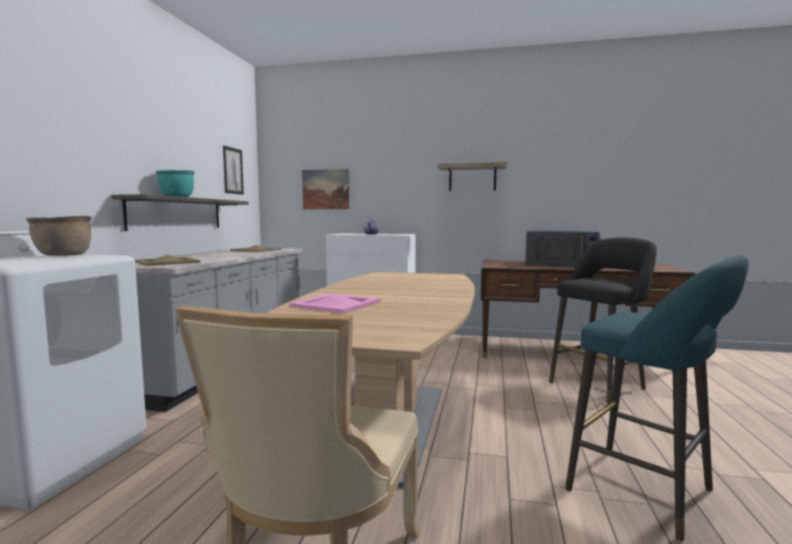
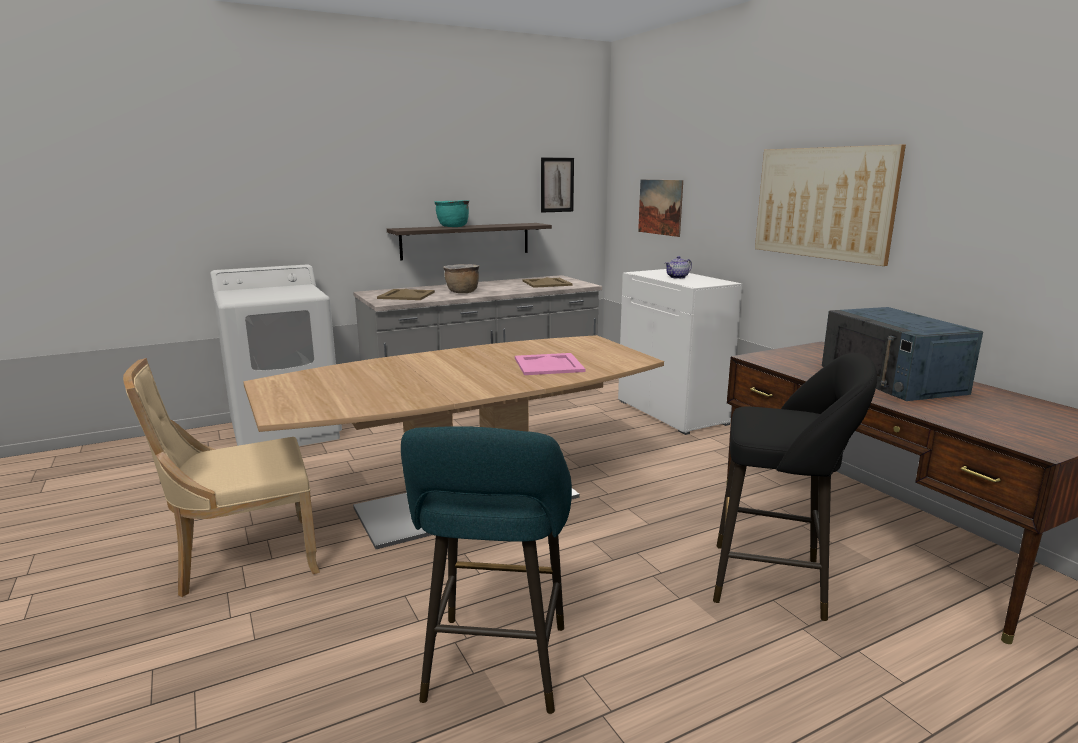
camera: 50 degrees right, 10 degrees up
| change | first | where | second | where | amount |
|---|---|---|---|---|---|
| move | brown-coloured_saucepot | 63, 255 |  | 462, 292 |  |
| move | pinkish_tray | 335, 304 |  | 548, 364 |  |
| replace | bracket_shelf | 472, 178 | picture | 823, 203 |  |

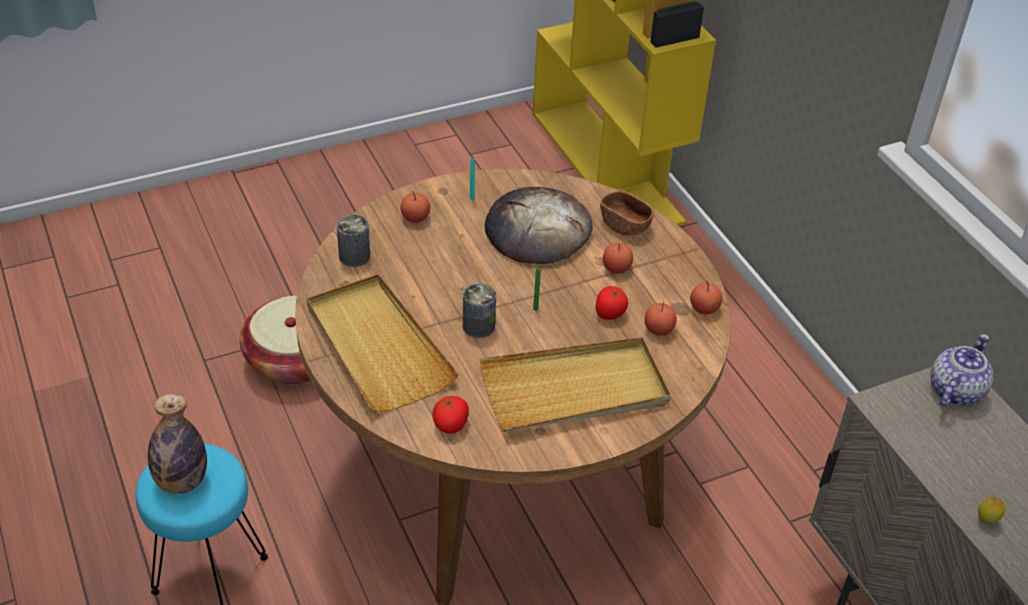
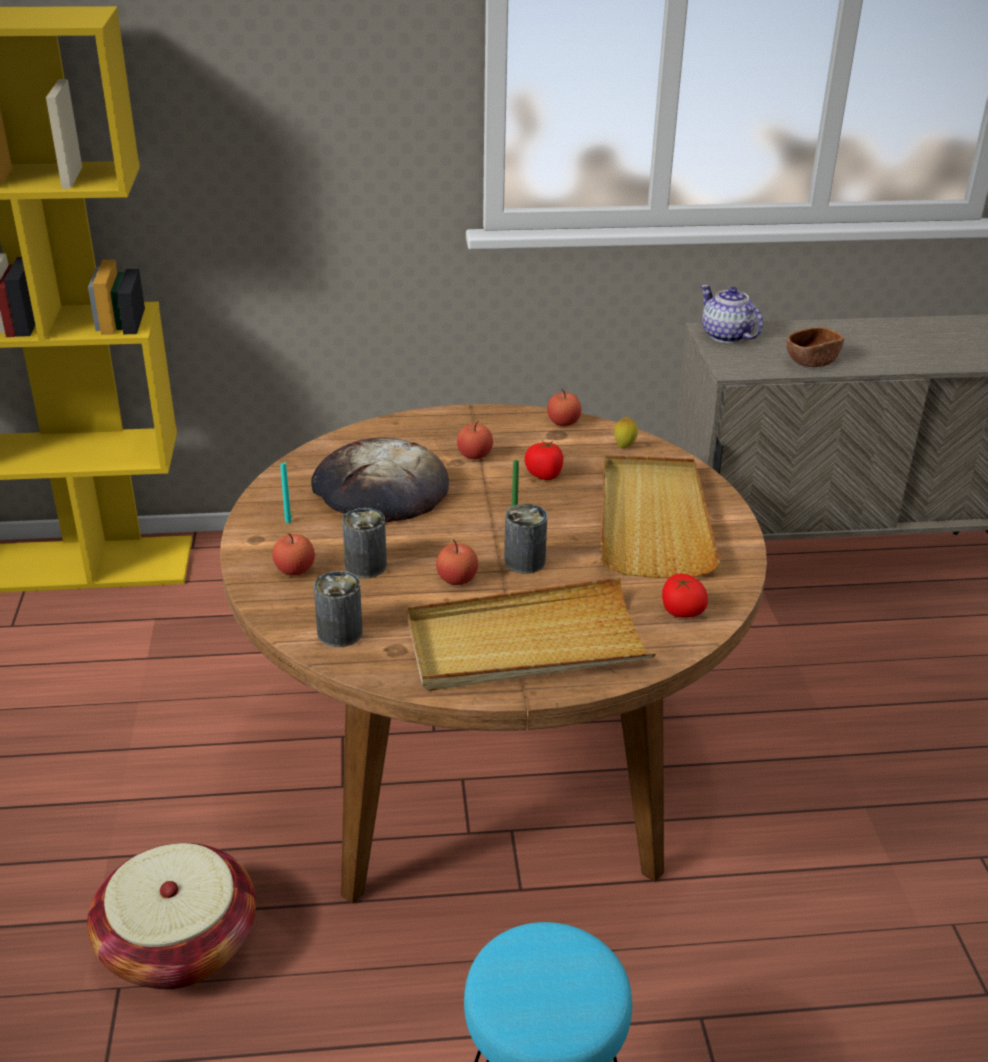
camera: 70 degrees left, 10 degrees down
| change | first | where | second | where | amount |
|---|---|---|---|---|---|
| delete | beverage_bottle | 181, 481 |  |  |  |
| insert |  |  | can | 365, 566 |  |
| move | brown-coloured_deep_dish | 624, 225 |  | 811, 361 |  |
| move | apple_fruit | 658, 329 |  | 457, 579 |  |
| move | whole_lemon | 986, 521 |  | 624, 446 |  |

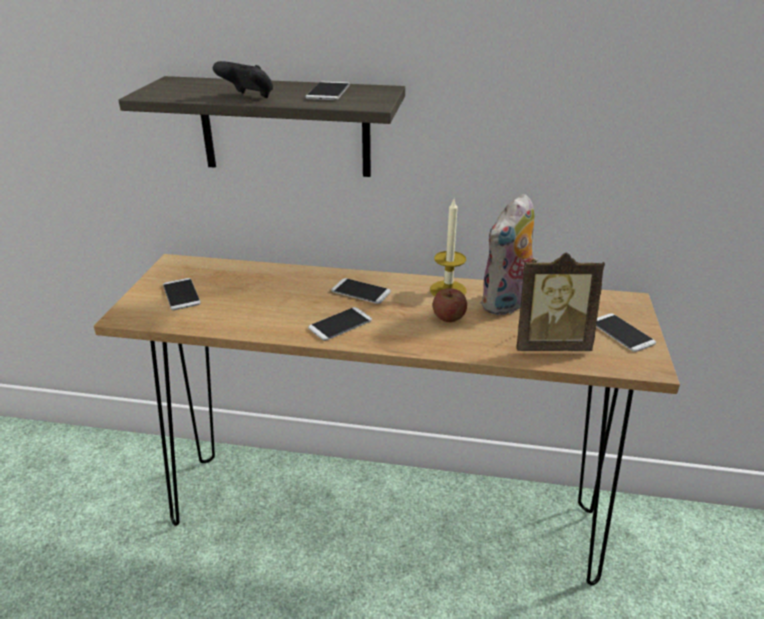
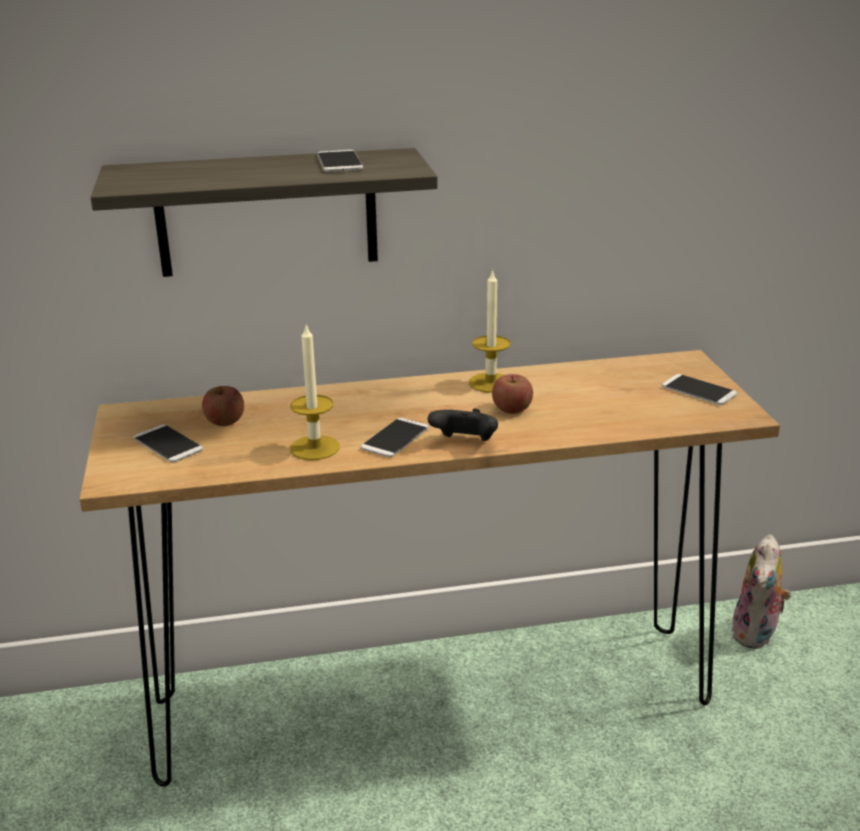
camera: 20 degrees left, 5 degrees down
| change | first | where | second | where | amount |
|---|---|---|---|---|---|
| delete | phone | 361, 291 |  |  |  |
| delete | standing_frame | 550, 344 |  |  |  |
| insert |  |  | apple_fruit | 225, 421 |  |
| insert |  |  | wax_light | 315, 448 |  |
| move | blackish_game_controller | 248, 97 |  | 465, 443 |  |
| move | soft_toy | 507, 305 |  | 757, 634 |  |

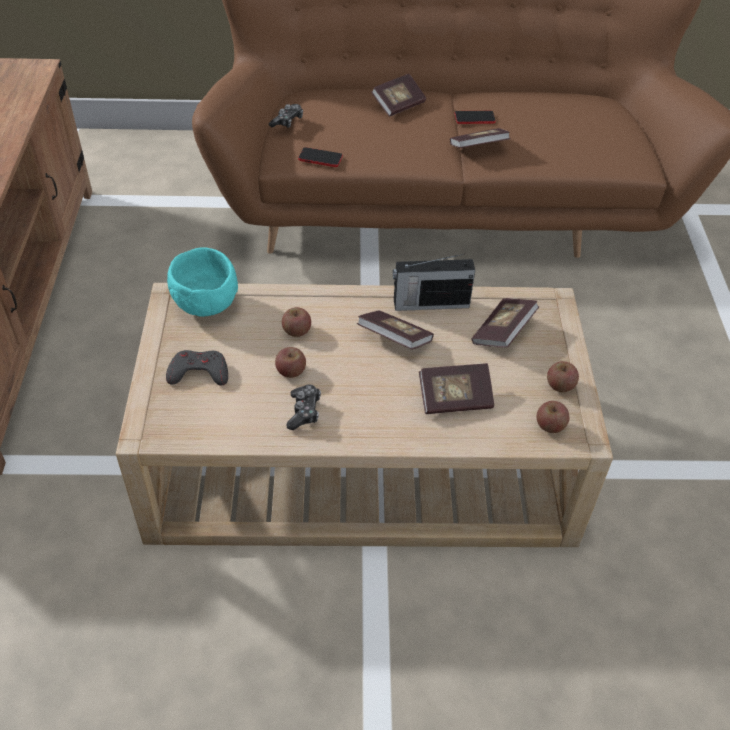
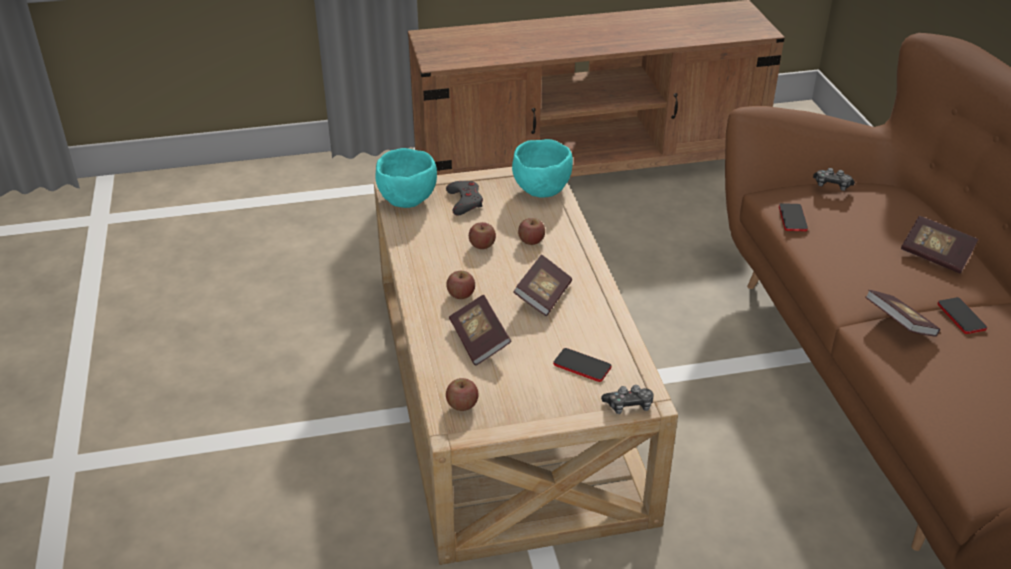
camera: 80 degrees right, 10 degrees down
| change | first | where | second | where | amount |
|---|---|---|---|---|---|
| delete | radio_receiver | 429, 303 |  |  |  |
| insert |  |  | turquoise-coloured_deep_dish | 408, 198 |  |
| move | game_controller | 304, 411 |  | 629, 405 |  |
| move | apple_fruit | 560, 385 |  | 461, 294 |  |
| replace | bound_book | 503, 332 | phone | 582, 366 |  |

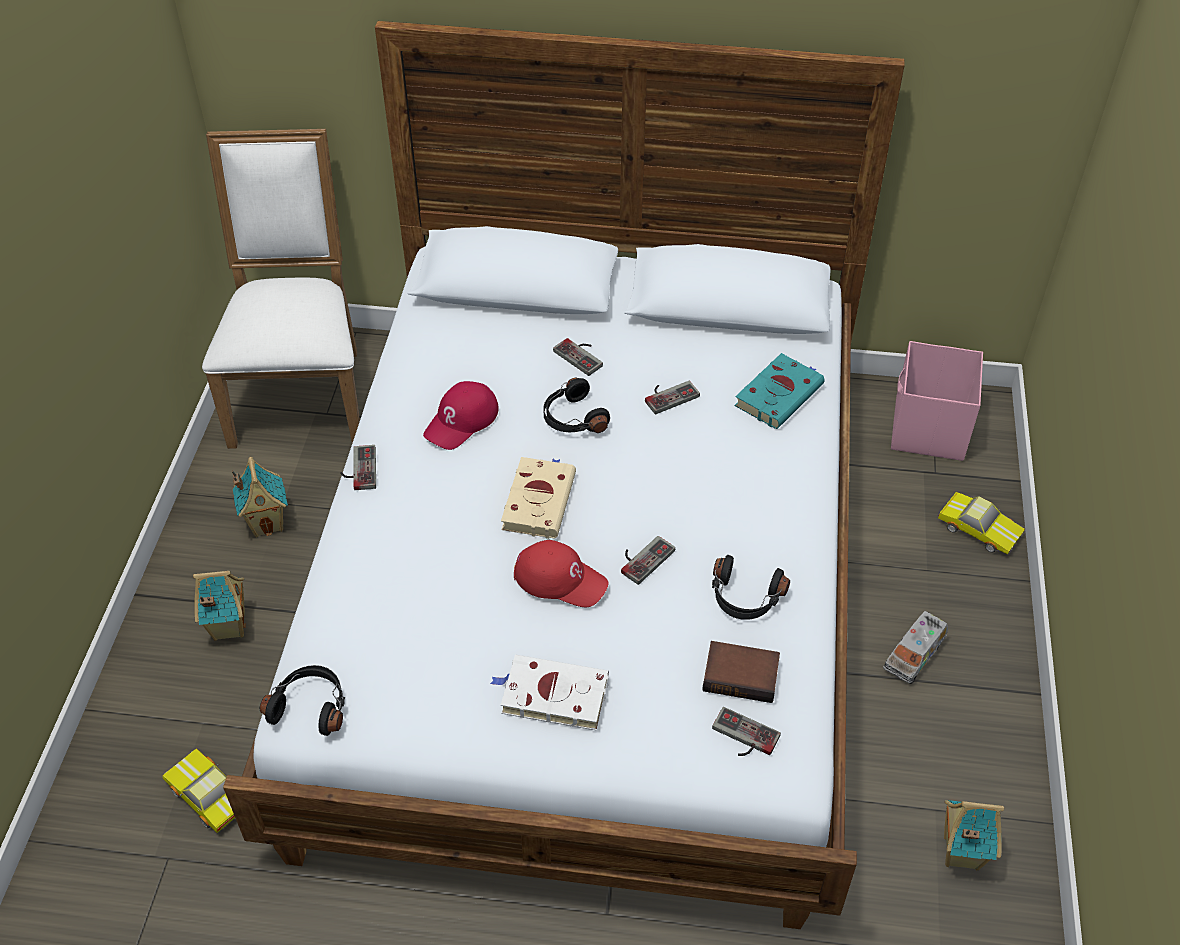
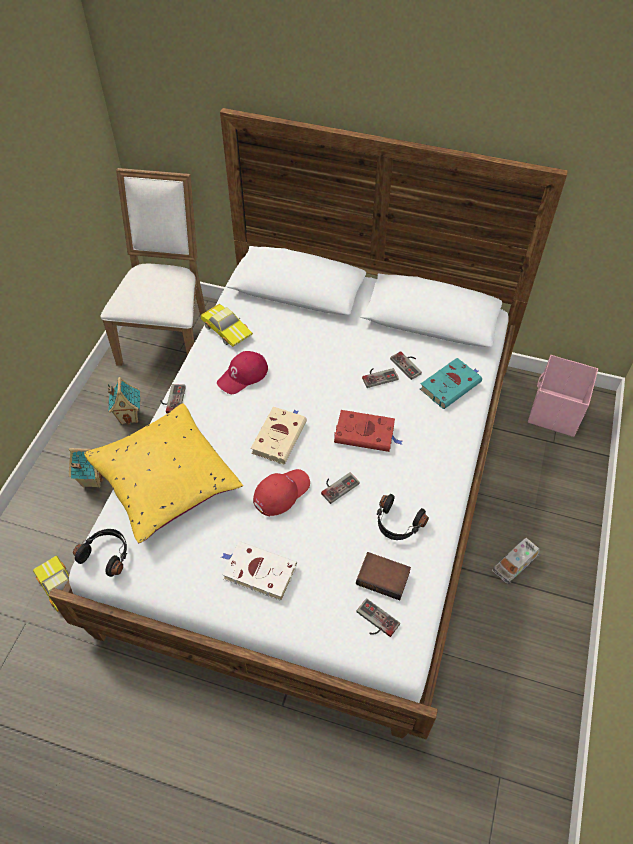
camera: 10 degrees right, 5 degrees up
| change | first | where | second | where | amount |
|---|---|---|---|---|---|
| delete | blackish_headset | 573, 418 |  |  |  |
| delete | toy_house | 960, 852 |  |  |  |
| insert |  |  | yellow-coloured_throw_pillow | 166, 480 |  |
| insert |  |  | red-coloured_bound_book | 366, 434 |  |
| move | game_controller | 582, 355 |  | 409, 364 |  |
| move | toy_car | 979, 528 |  | 227, 329 |  |
| rotate | red-coloured_peaked_cap | 560, 579 |  | 281, 492 | 75 degrees counterclockwise |

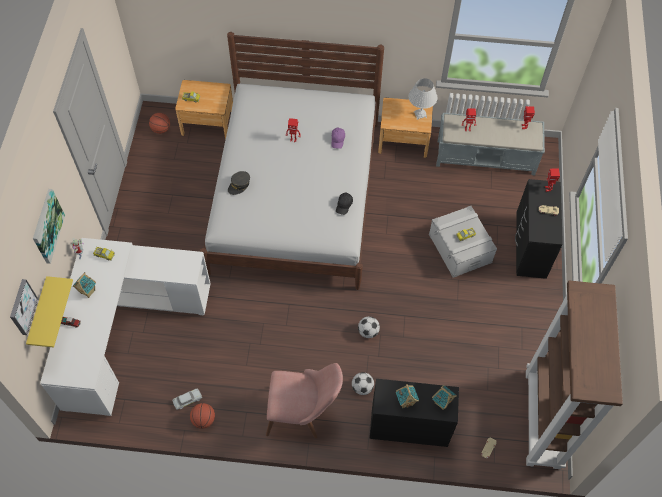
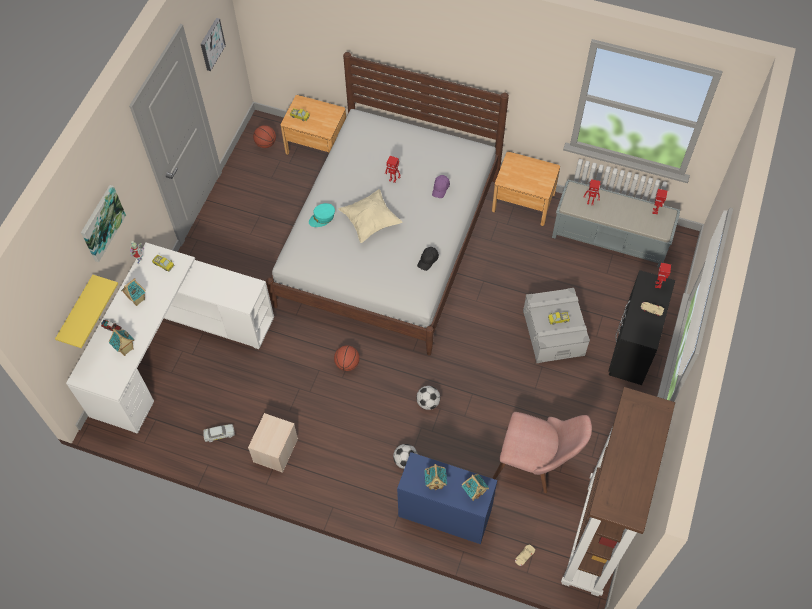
camera: 15 degrees right, 0 degrees up
| change | first | where | second | where | amount |
|---|---|---|---|---|---|
| delete | white_lamp_for_a_table | 420, 114 |  |  |  |
| insert |  |  | toy_house | 125, 349 |  |
| insert |  |  | beige-coloured_storage_box | 276, 450 |  |
| insert |  |  | beige-coloured_throw_pillow | 370, 222 |  |
| move | picture | 22, 307 |  | 211, 44 |  |
| move | basketball_ball | 204, 420 |  | 347, 364 |  |
| move | pinkish_plain_chair | 303, 412 |  | 536, 463 |  |
| recolor | gray_peaked_cap | 239, 185 | turquoise-coloured_peaked_cap | 322, 218 |  |
| recolor | blackish_dresser | 409, 425 | bluish_dresser | 444, 512 |  |

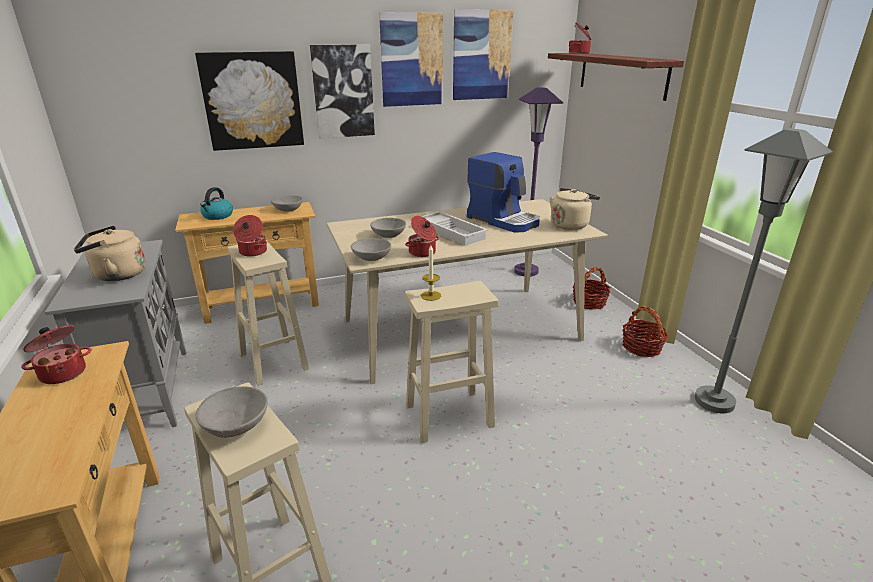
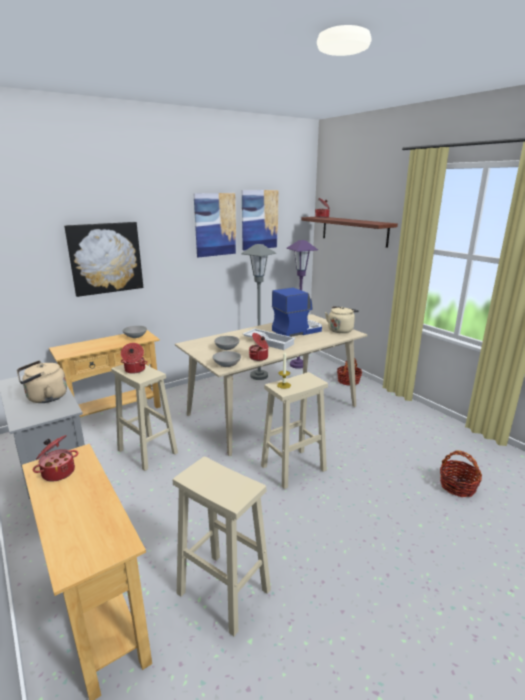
camera: 15 degrees left, 5 degrees down
| change | first | where | second | where | amount |
|---|---|---|---|---|---|
| delete | gray_deep_dish | 235, 426 |  |  |  |
| delete | kettle | 217, 216 |  |  |  |
| delete | picture | 343, 91 |  |  |  |
| move | household_basket | 641, 347 |  | 457, 486 |  |
| move | gray_standard_lamp | 714, 401 |  | 259, 376 |  |
| rotate | coffee_maker | 503, 220 |  | 297, 330 | 60 degrees counterclockwise |

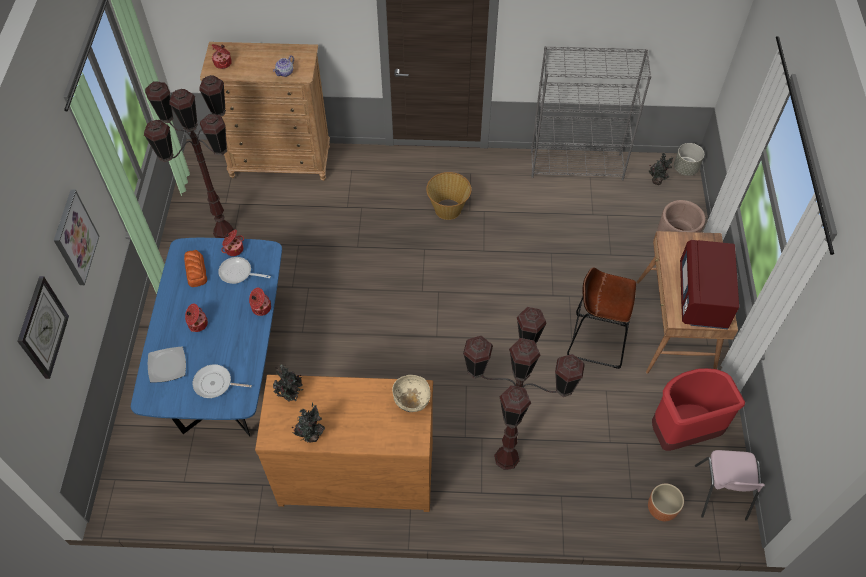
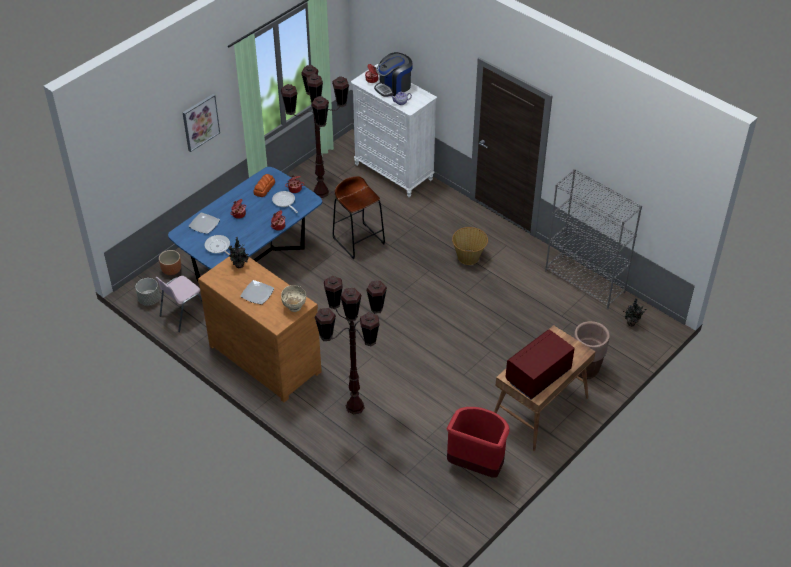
camera: 40 degrees right, 10 degrees down
| change | first | where | second | where | amount |
|---|---|---|---|---|---|
| delete | wall_clock | 42, 328 |  |  |  |
| delete | houseplant | 311, 435 |  |  |  |
| insert |  |  | plate | 257, 293 |  |
| insert |  |  | coffee_maker | 394, 87 |  |
| move | brown-coloured_stool | 597, 340 |  | 358, 240 |  |
| move | brown-coloured_planter | 661, 509 |  | 171, 270 |  |
| move | gray_planter | 685, 168 |  | 149, 300 |  |
| move | pinkish_plain_chair | 720, 493 |  | 183, 314 |  |
| recolor | brown-coloured_dresser | 281, 162 | white_dresser | 394, 172 |  |

